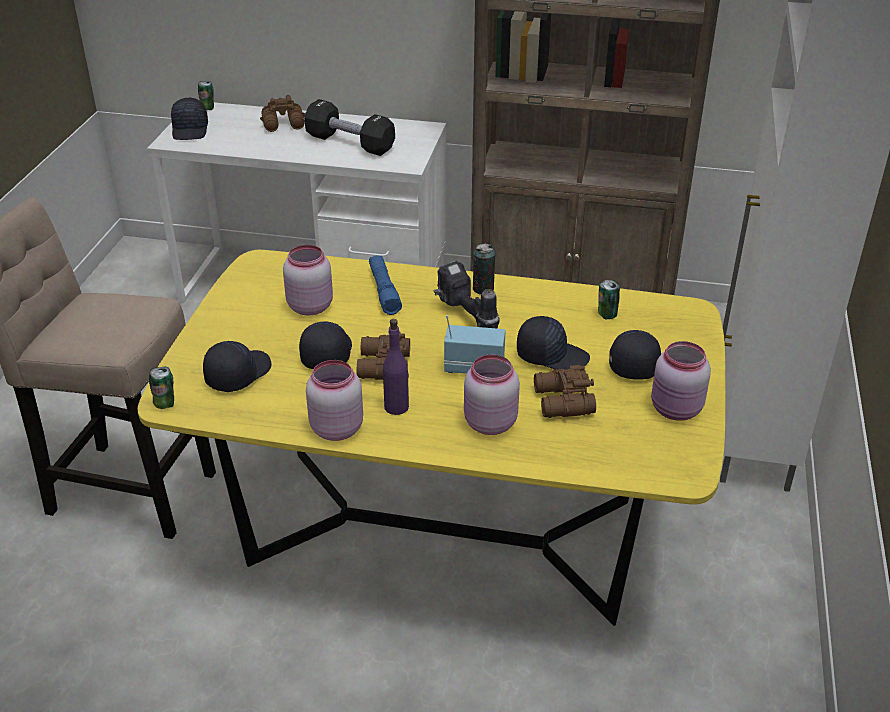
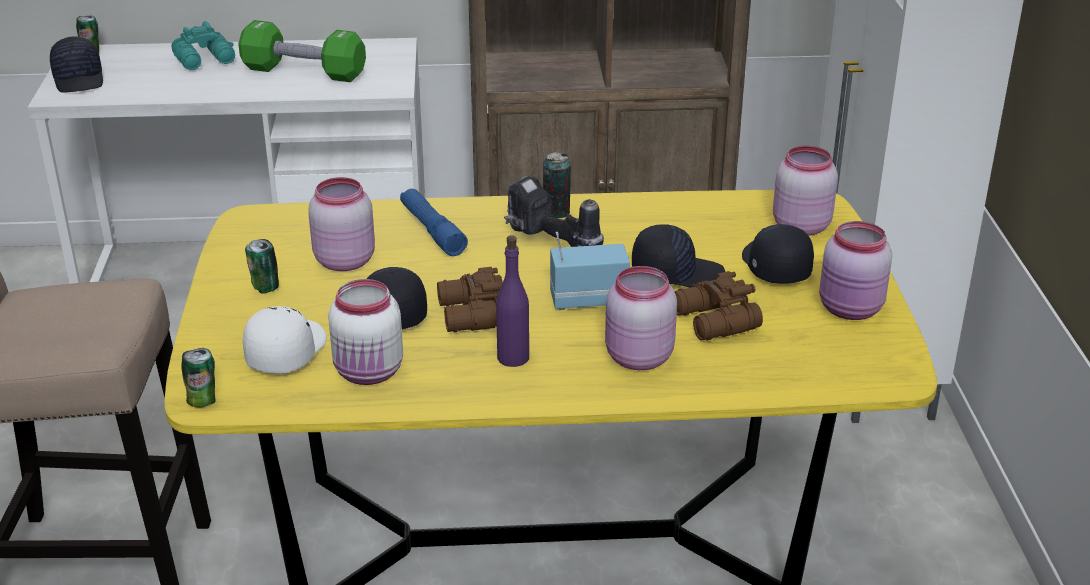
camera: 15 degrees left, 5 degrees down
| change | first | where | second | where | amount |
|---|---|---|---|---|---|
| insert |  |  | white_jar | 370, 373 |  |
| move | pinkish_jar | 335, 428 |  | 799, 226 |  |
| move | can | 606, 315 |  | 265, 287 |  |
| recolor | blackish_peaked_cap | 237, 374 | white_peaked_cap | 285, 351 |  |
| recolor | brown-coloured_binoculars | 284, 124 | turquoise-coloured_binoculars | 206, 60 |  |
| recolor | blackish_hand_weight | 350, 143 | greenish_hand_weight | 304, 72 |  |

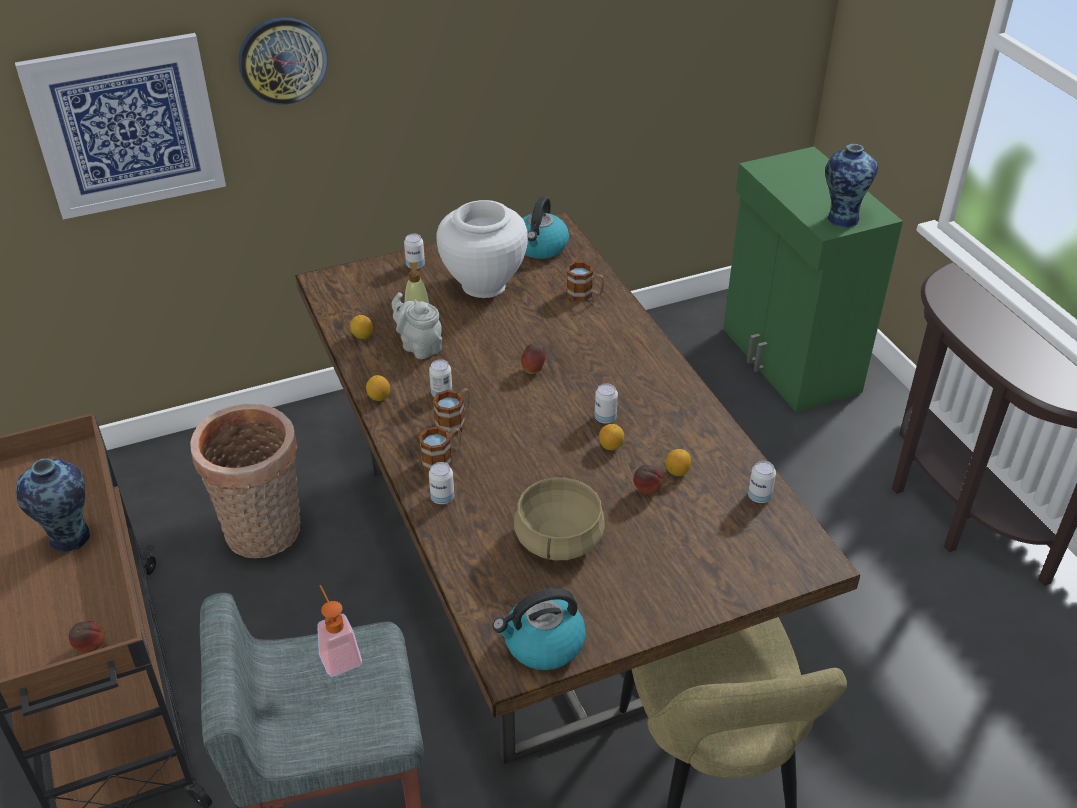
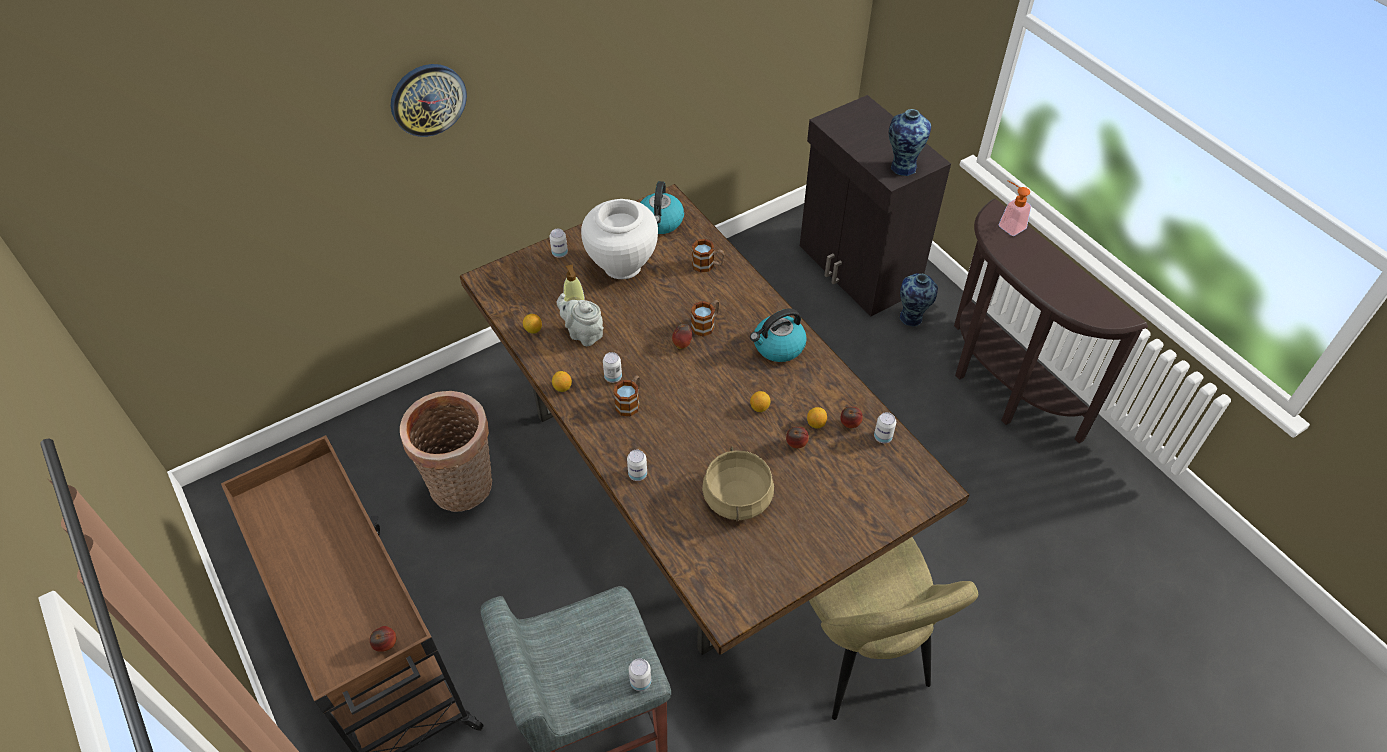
camera: 10 degrees left, 10 degrees up
| change | first | where | second | where | amount |
|---|---|---|---|---|---|
| delete | picture | 126, 126 |  |  |  |
| insert |  |  | apple_fruit | 849, 425 |  |
| move | decorative_vase | 70, 539 |  | 912, 318 |  |
| move | soap_bottle | 338, 654 |  | 1008, 225 |  |
| move | mug | 442, 460 |  | 706, 324 |  |
| move | kettle | 542, 644 |  | 778, 346 |  |
| move | can | 605, 418 |  | 640, 682 |  |
| recolor | greenish_storage_cabinet | 789, 361 | blackish_storage_cabinet | 857, 269 |  |

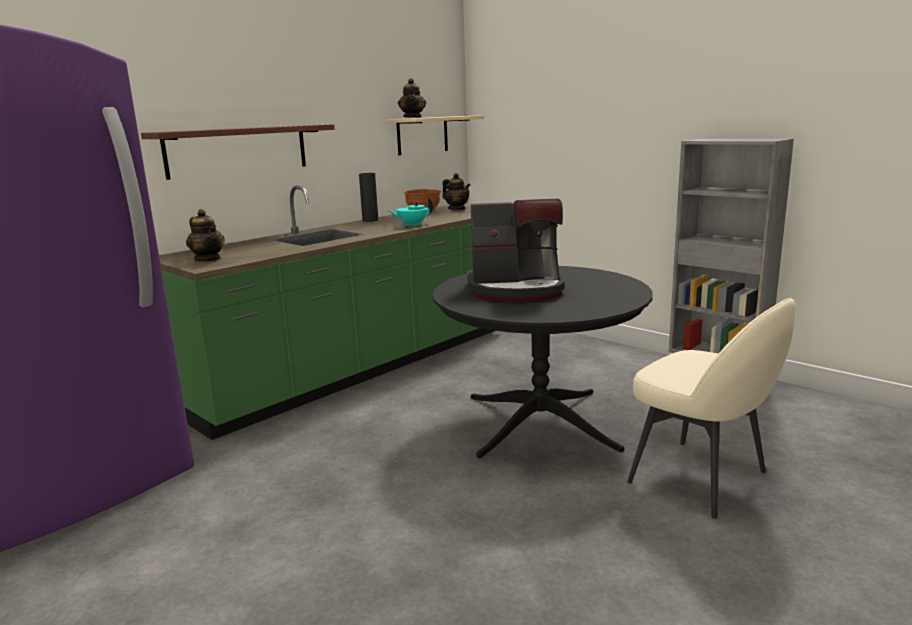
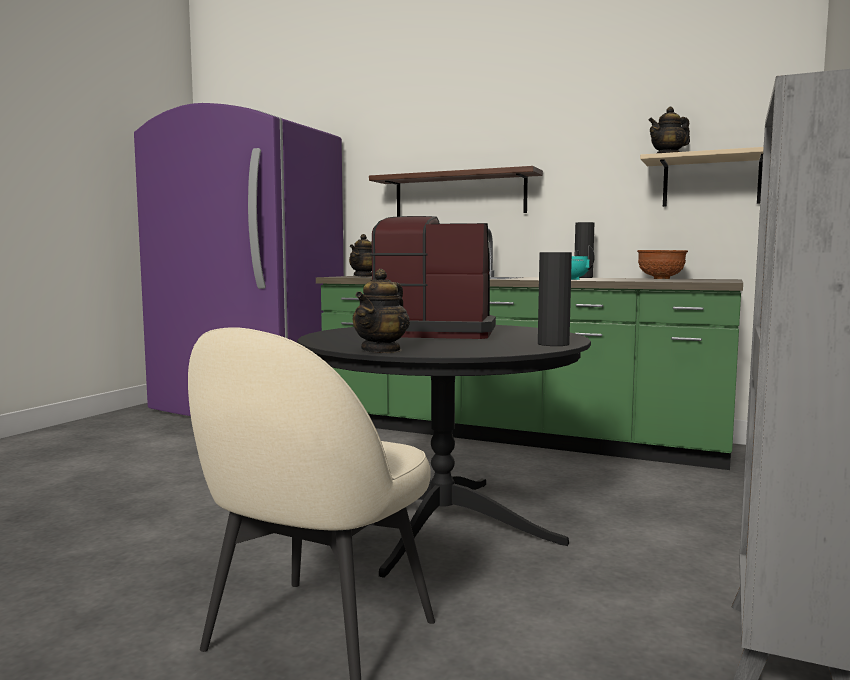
camera: 70 degrees right, 10 degrees down
| change | first | where | second | where | amount |
|---|---|---|---|---|---|
| insert |  |  | blackish_decorative_vase | 553, 344 |  |
| move | teapot | 457, 209 |  | 382, 350 |  |
| rotate | coffee_maker | 516, 289 |  | 433, 333 | 120 degrees clockwise |

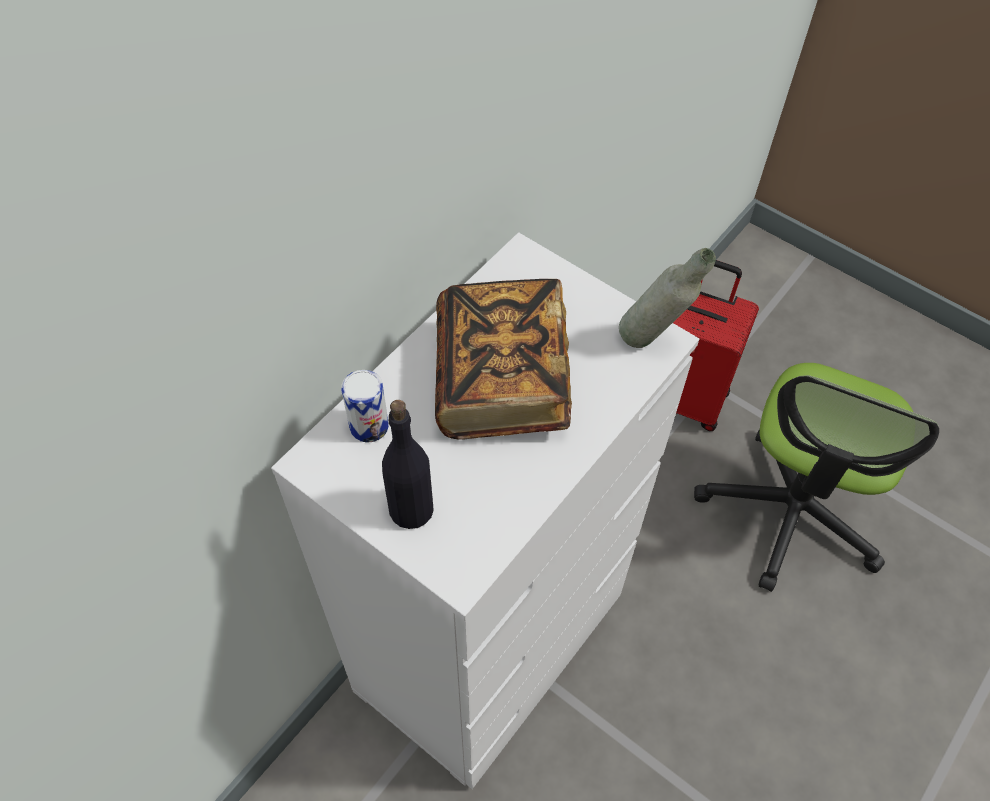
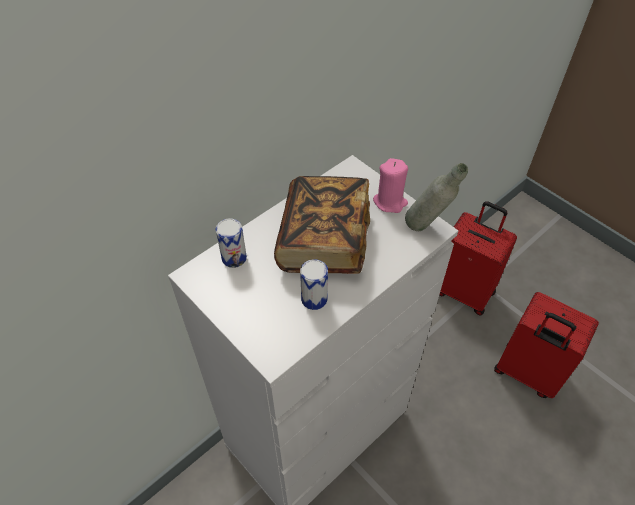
camera: 10 degrees right, 5 degrees down
| change | first | where | second | where | amount |
|---|---|---|---|---|---|
| delete | blackish_beverage_bottle | 410, 509 |  |  |  |
| insert |  |  | can | 314, 299 |  |
| insert |  |  | pinkish_wax_light | 390, 202 |  |
| replace | computer_chair | 791, 511 | red-coloured_piece_of_luggage | 526, 373 |  |

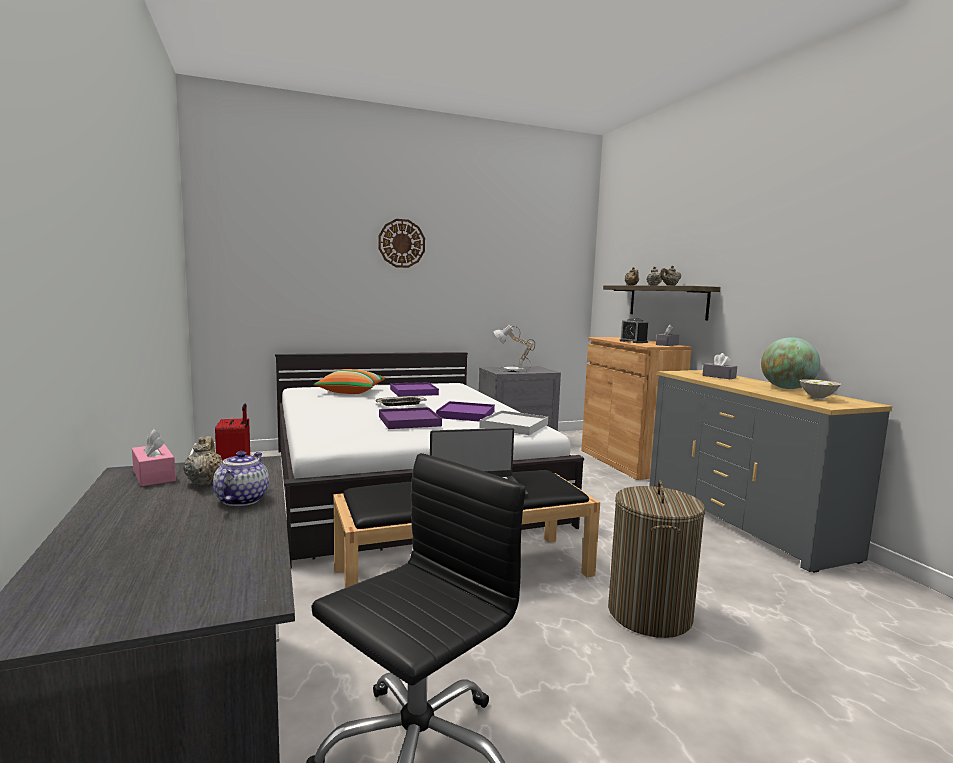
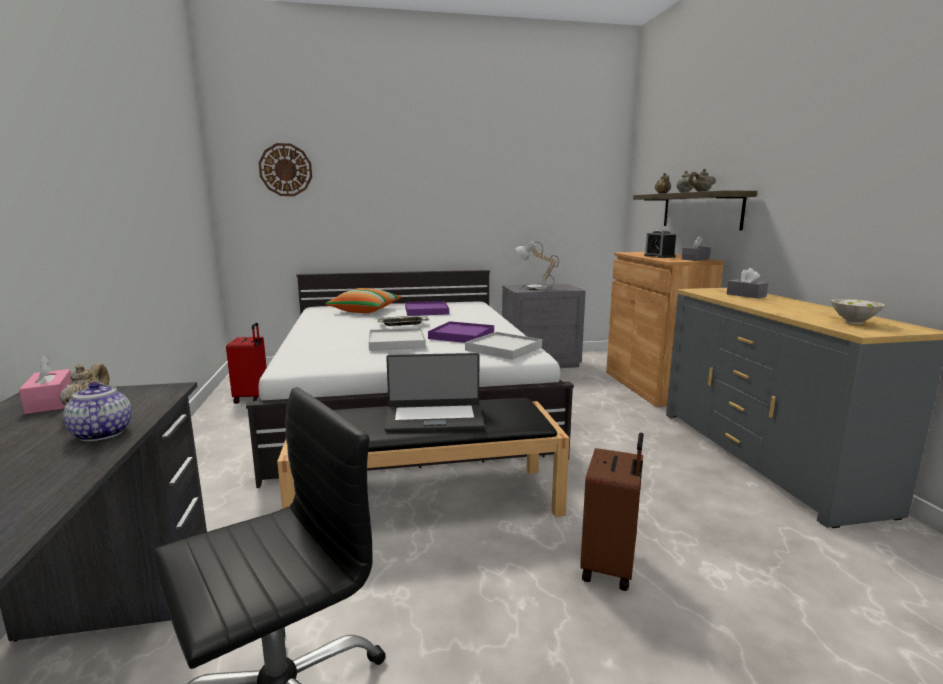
camera: 10 degrees right, 5 degrees up
| change | first | where | second | where | amount |
|---|---|---|---|---|---|
| delete | world_globe | 786, 388 |  |  |  |
| move | wall_clock | 401, 243 |  | 285, 170 |  |
| replace | laundry_basket | 649, 614 | brown-coloured_piece_of_luggage | 610, 566 |  |
| recolor | purplish_tray | 409, 421 | white_tray | 397, 342 |  |
| rotate | teapot | 242, 499 |  | 101, 433 | 45 degrees counterclockwise |

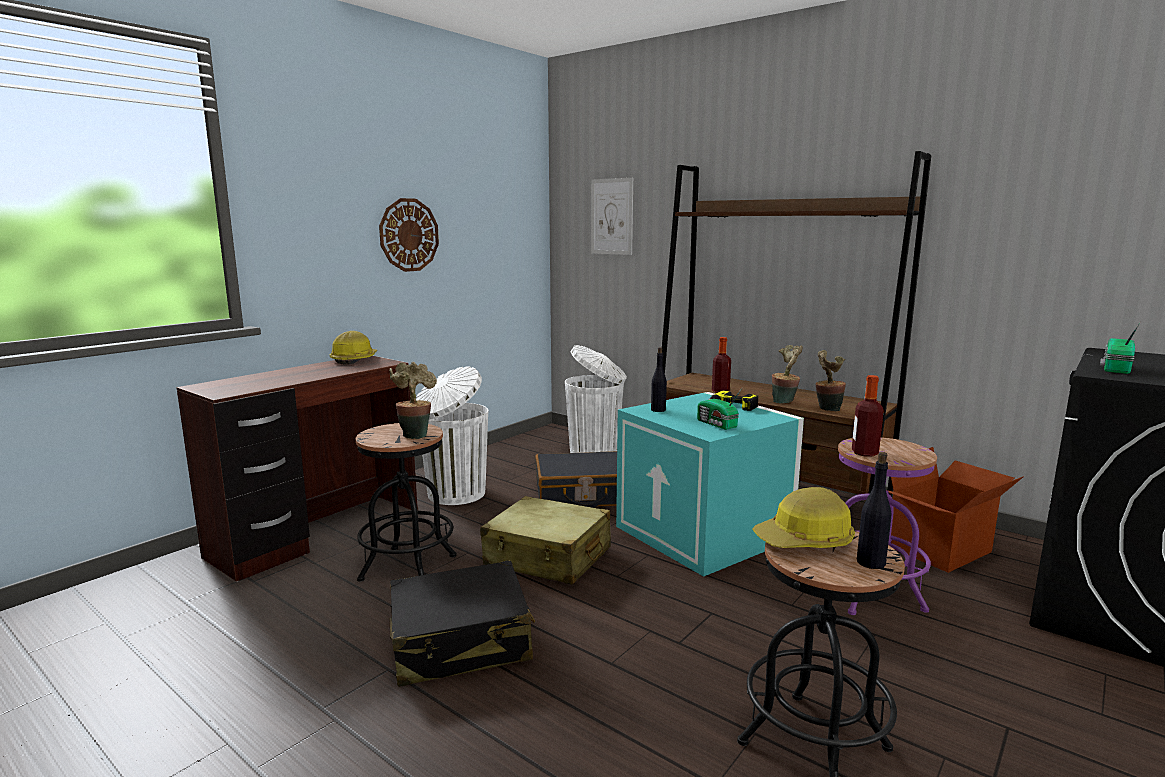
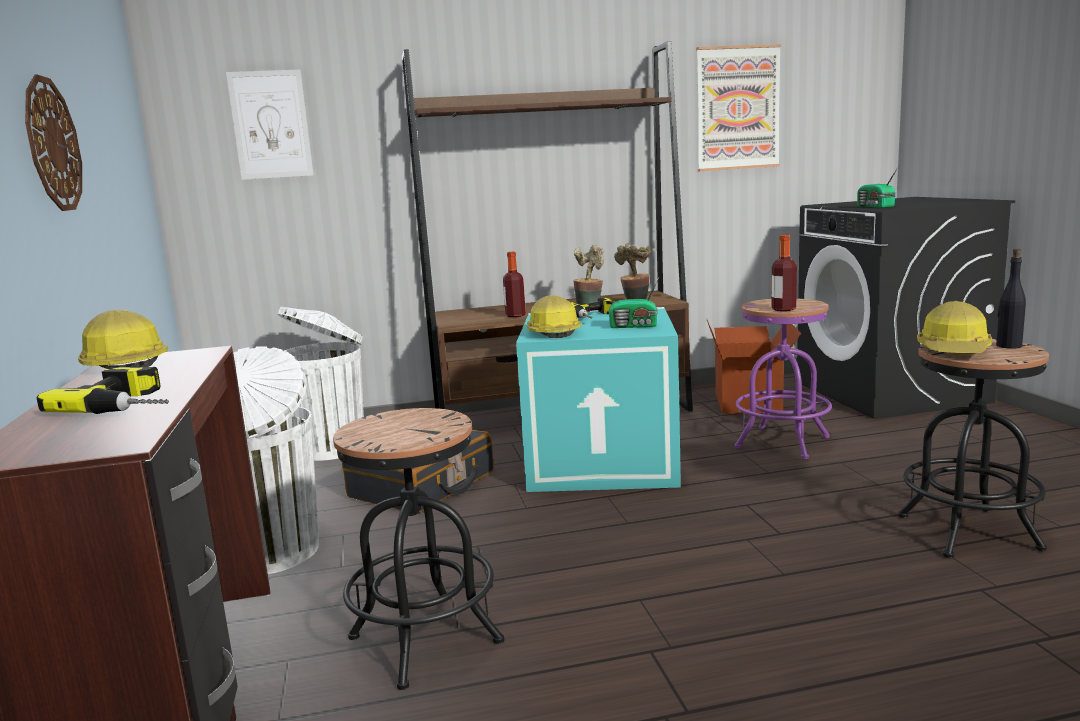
camera: 50 degrees left, 0 degrees up
| change | first | where | second | where | amount |
|---|---|---|---|---|---|
| delete | houseplant | 415, 434 |  |  |  |
| delete | blackish_piece_of_luggage | 461, 642 |  |  |  |
| delete | beige-coloured_piece_of_luggage | 548, 557 |  |  |  |
| insert |  |  | electric_drill | 133, 403 |  |
| insert |  |  | picture | 737, 108 |  |
| replace | blackish_beverage_bottle | 658, 410 | safety_helmet | 551, 332 |  |

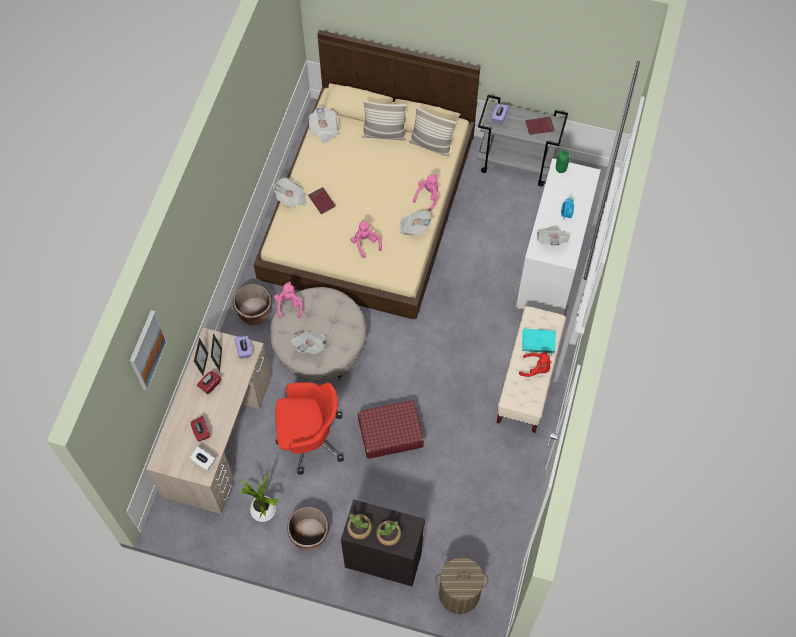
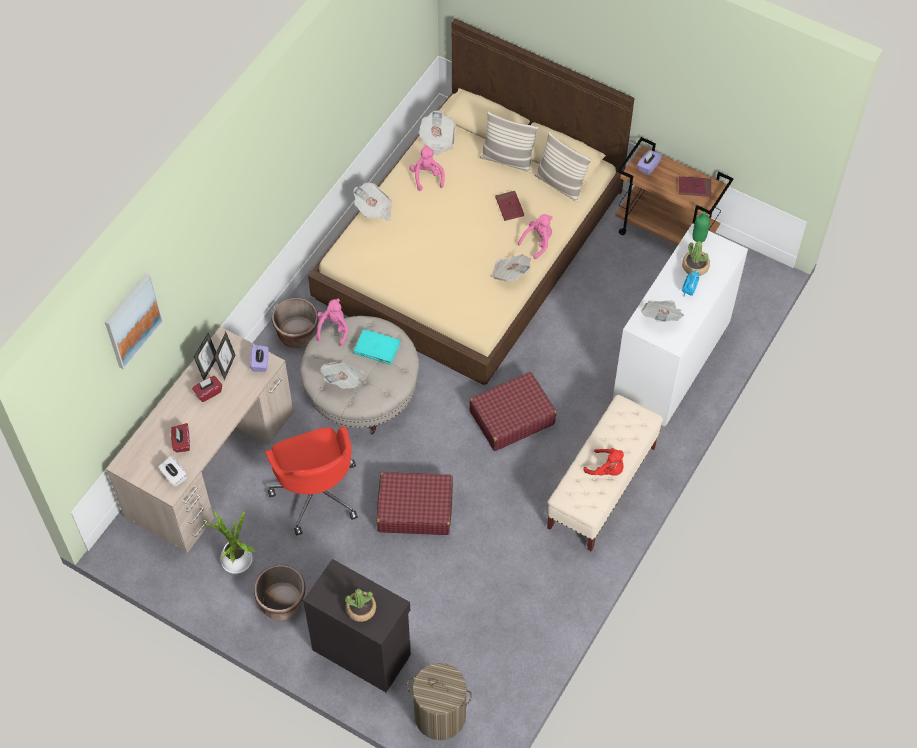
camera: 15 degrees right, 5 degrees down
| change | first | where | second | where | amount |
|---|---|---|---|---|---|
| insert |  |  | red-coloured_piece_of_luggage | 511, 417 |  |
| move | red-coloured_bound_book | 322, 201 |  | 509, 207 |  |
| move | houseplant | 359, 528 |  | 695, 266 |  |
| move | pinkish_soft_toy | 365, 244 |  | 427, 177 |  |
| move | turquoise-coloured_bound_book | 538, 342 |  | 376, 348 |  |
| recolor | gray_cart | 517, 163 | brown-coloured_cart | 666, 233 |  |
| rotate | red-coloured_computer_chair | 309, 438 |  | 316, 492 | 60 degrees clockwise |

